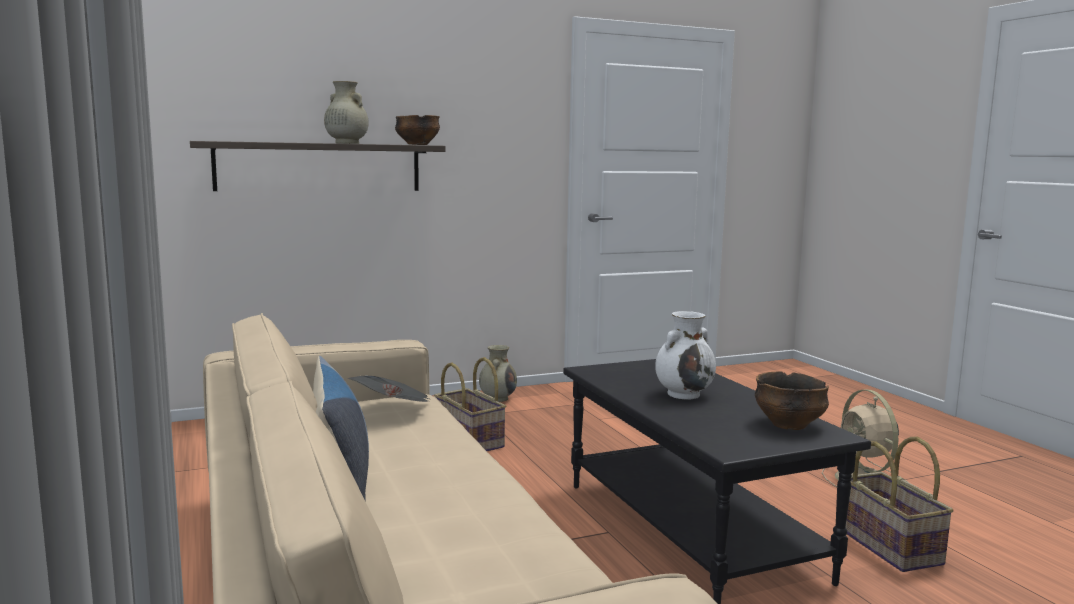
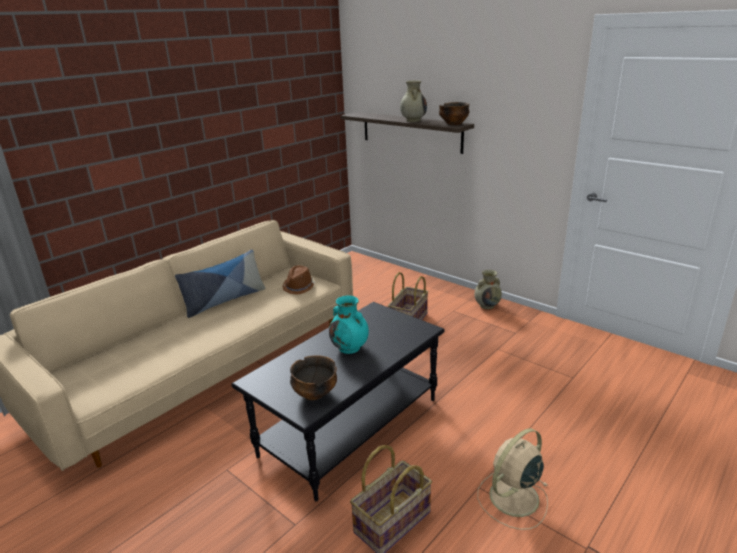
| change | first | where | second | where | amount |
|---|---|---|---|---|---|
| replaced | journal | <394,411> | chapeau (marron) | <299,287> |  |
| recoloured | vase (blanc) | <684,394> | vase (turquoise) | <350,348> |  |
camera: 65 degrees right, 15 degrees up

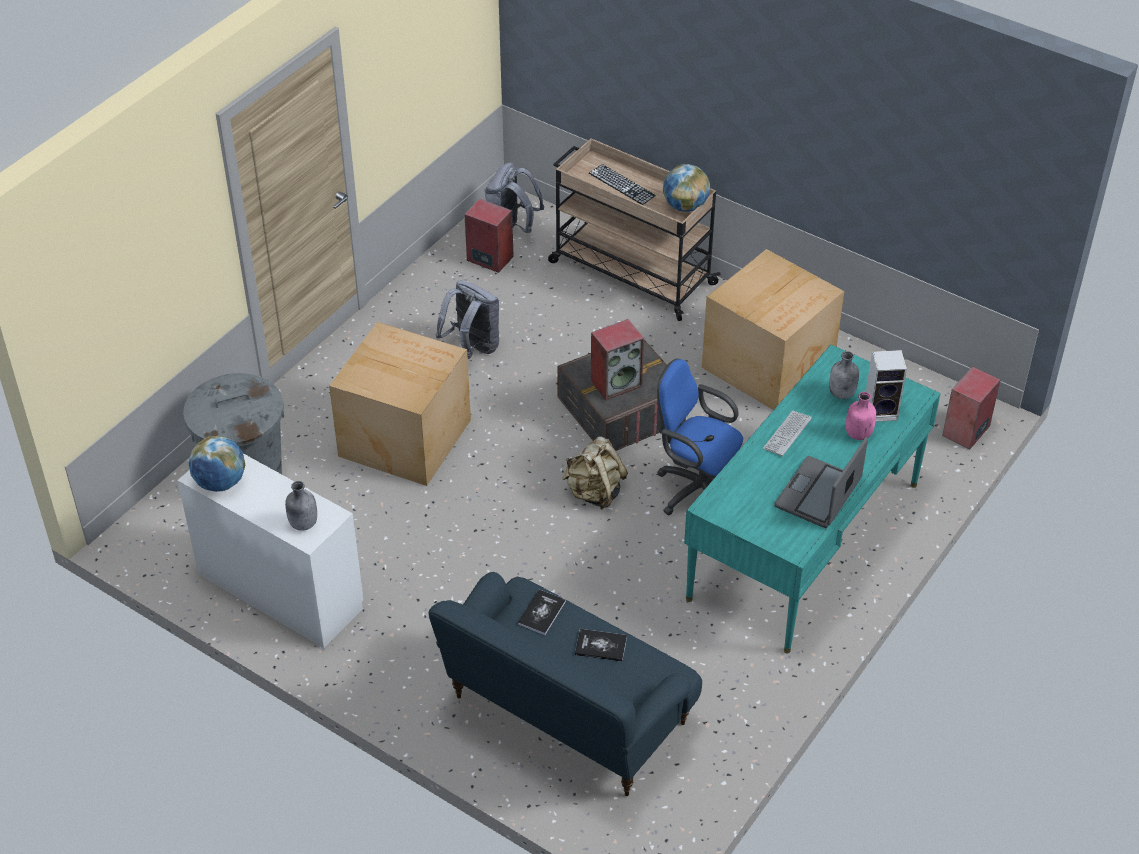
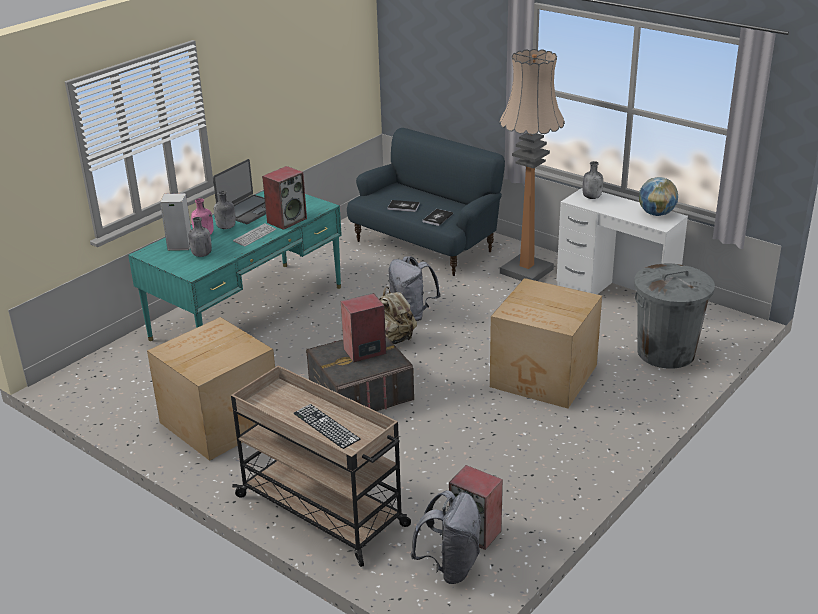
| change | first | where | second | where | amount |
|---|---|---|---|---|---|
| removed | chaise de bureau (bleu) | <696,489> |  |  |  |
| removed | globe | <685,206> |  |  |  |
| added |  |  | bouteille (gris) | <226,227> |  |
| added |  |  | lampadaire | <526,271> |  |
| moved | sac à dos (gris) | <472,348> |  | <412,313> |  |
| moved | enceinte | <966,431> |  | <287,220> |  |
camera: 175 degrees left, 15 degrees down

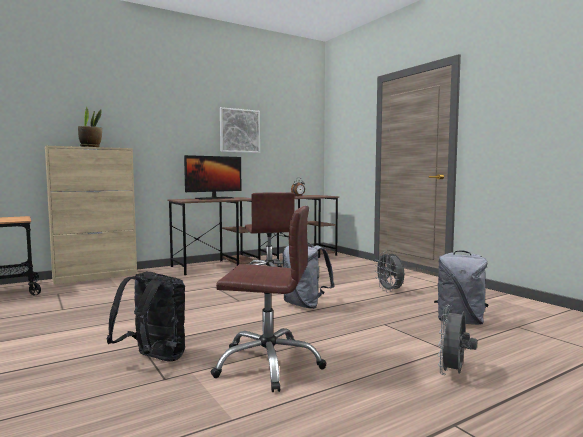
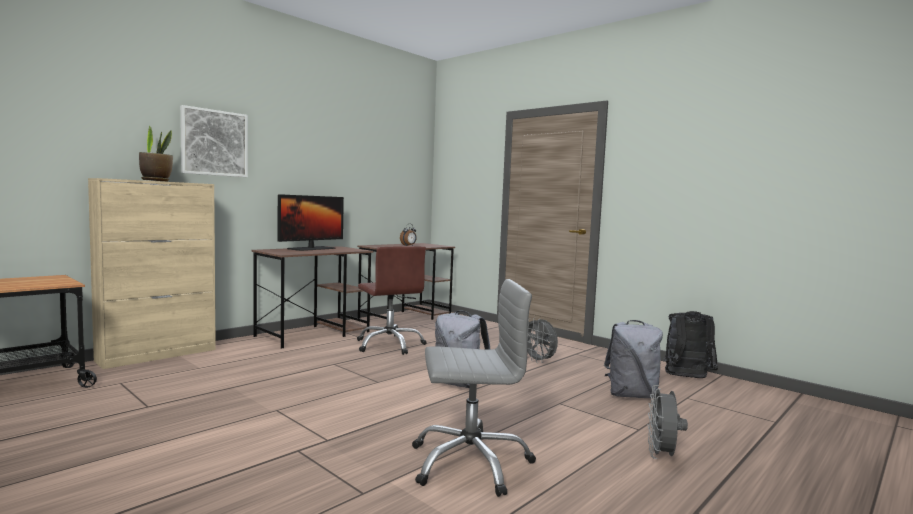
| change | first | where | second | where | amount |
|---|---|---|---|---|---|
| moved | sac à dos (noir) | <153,359> |  | <687,378> |  |
| moved | tableau | <239,131> |  | <214,143> |  |
| recoloured | chaise de bureau (marron) | <268,364> | chaise de bureau (gris) | <470,462> |  |
camera: 15 degrees left, 0 degrees up

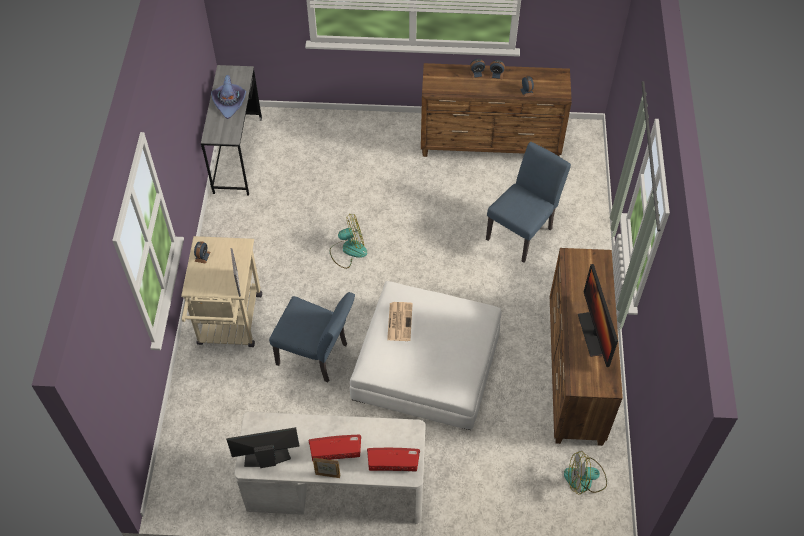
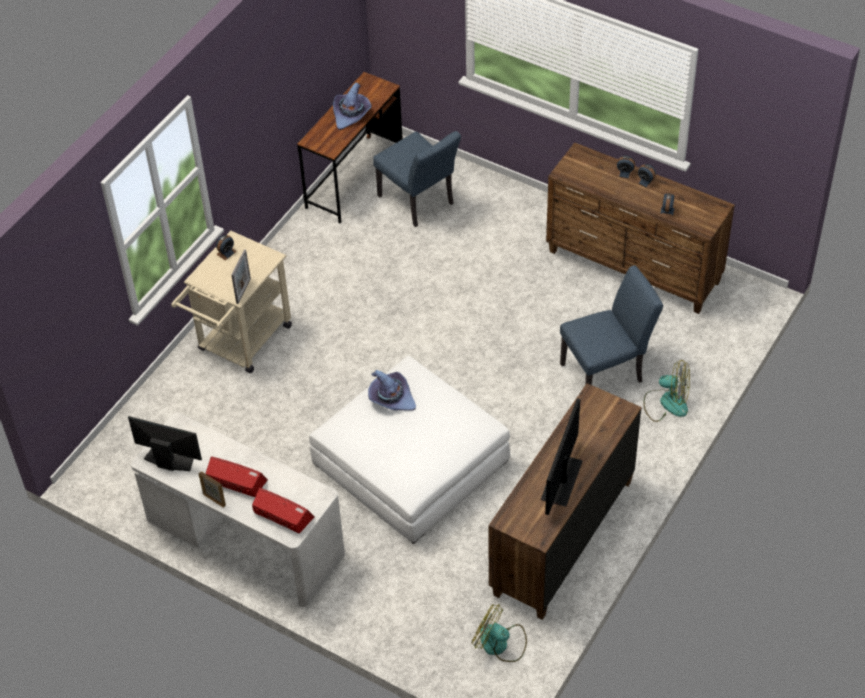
| change | first | where | second | where | amount |
|---|---|---|---|---|---|
| moved | chaise (bleu) | <317,356> |  | <419,203> |  |
| moved | ventilateur | <348,250> |  | <666,403> |  |
| replaced | journal | <399,321> | chapeau (violet) | <391,397> |  |
| recoloured | bureau (gris) | <238,155> | bureau (marron) | <354,179> |  |
camera: 30 degrees right, 5 degrees down

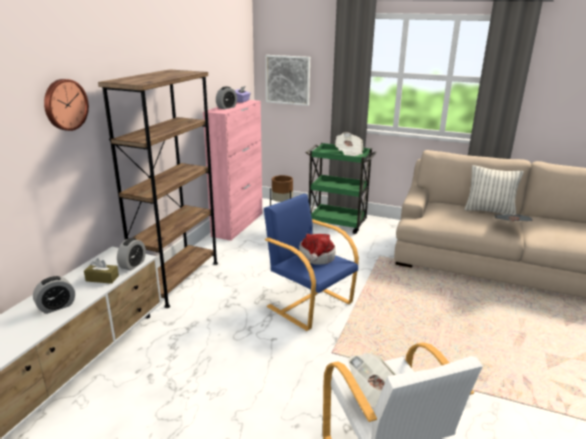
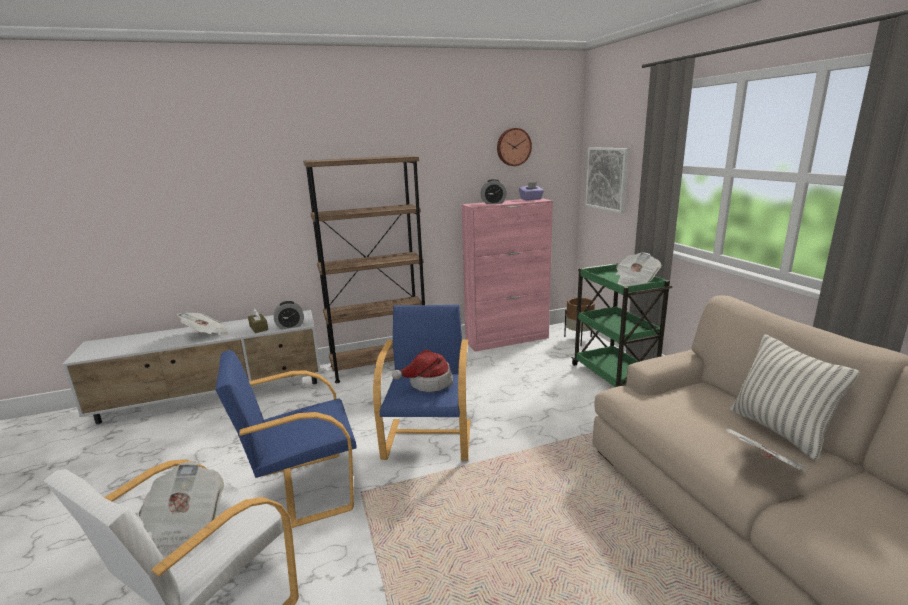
| change | first | where | second | where | amount |
|---|---|---|---|---|---|
| added |  |  | fauteuil (bleu) | <302,490> |  |
| moved | horloge murale | <64,104> |  | <513,147> |  |
| replaced | réveil | <57,307> | journal | <207,334> |  |
camera: 50 degrees right, 5 degrees down

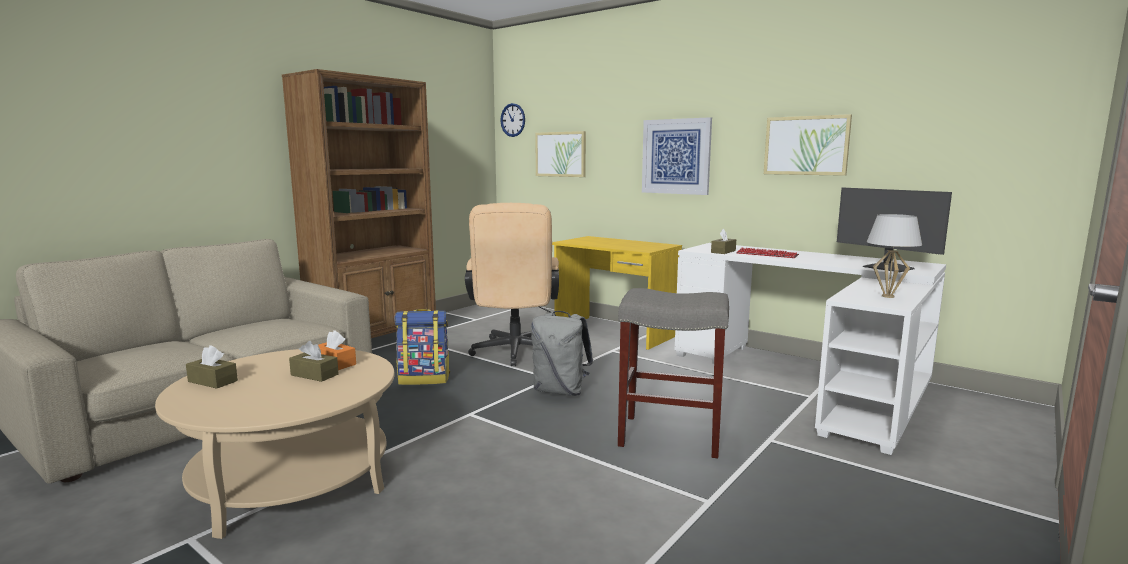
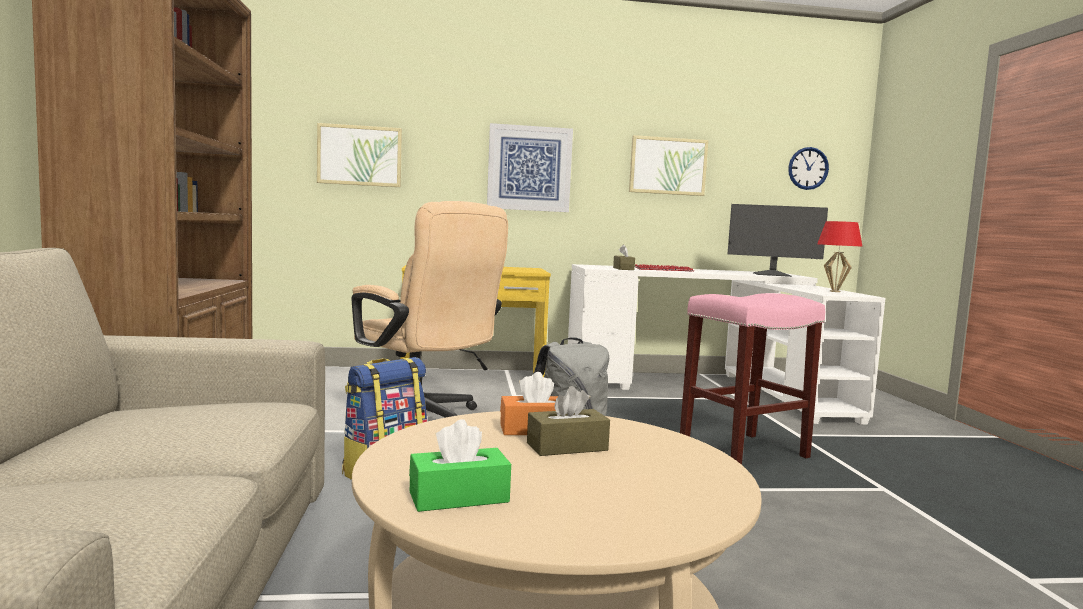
| change | first | where | second | where | amount |
|---|---|---|---|---|---|
| moved | horloge murale | <513,120> |  | <808,168> |  |
| recoloured | boîte à mouchoirs (marron) | <212,381> | boîte à mouchoirs (vert) | <459,497> |  |
| recoloured | tabouret (gris) | <668,436> | tabouret (rose) | <743,452> |  |
| recoloured | lampe de table (blanc) | <888,296> | lampe de table (rouge) | <835,291> |  |
camera: 45 degrees left, 5 degrees down

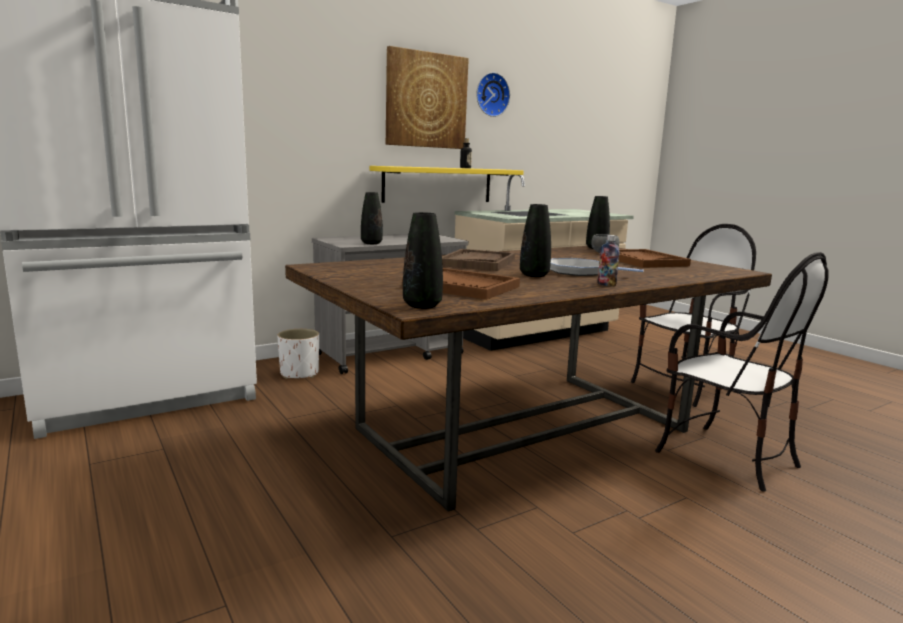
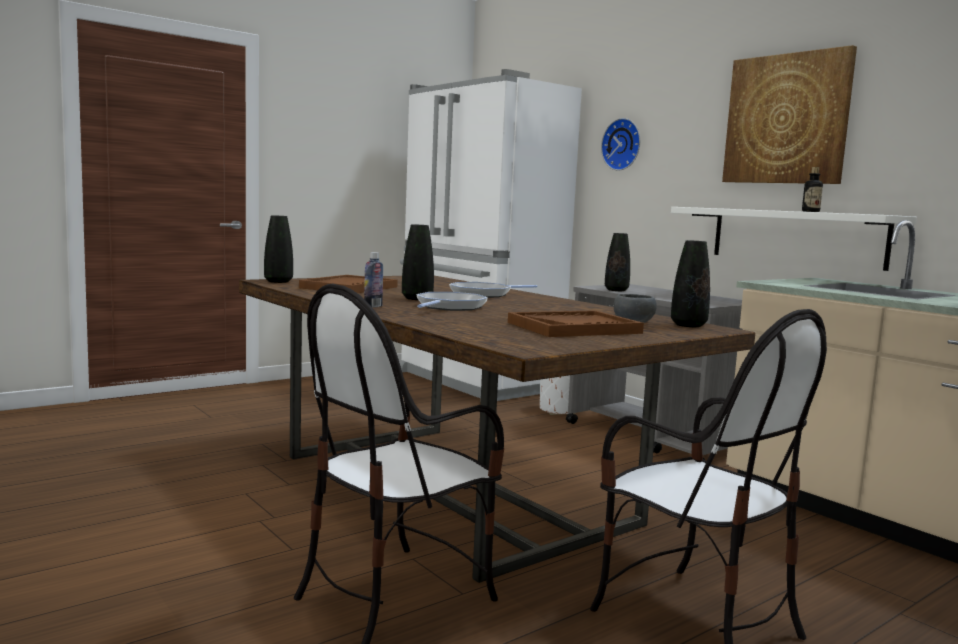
| change | first | where | second | where | amount |
|---|---|---|---|---|---|
| moved | horloge murale | <491,95> |  | <623,144> |  |
| replaced | plateau (marron) | <477,262> | poêle | <484,294> |  |
| recoloured | étagère (jaune) | <438,185> | étagère (blanc) | <796,237> |  |
camera: 85 degrees right, 5 degrees down

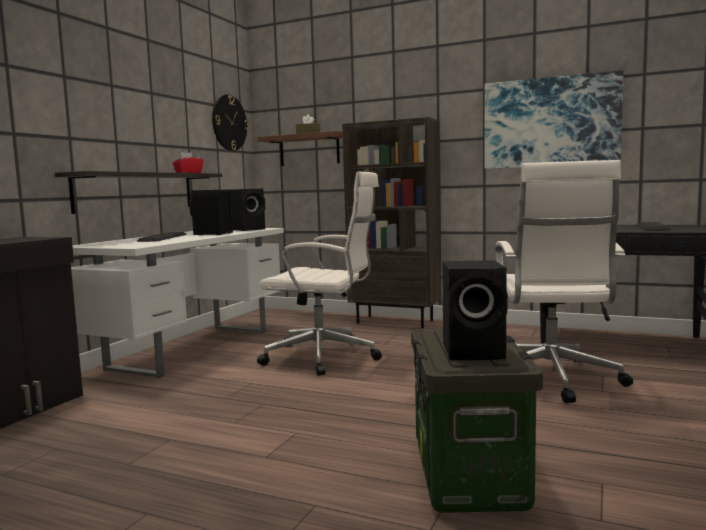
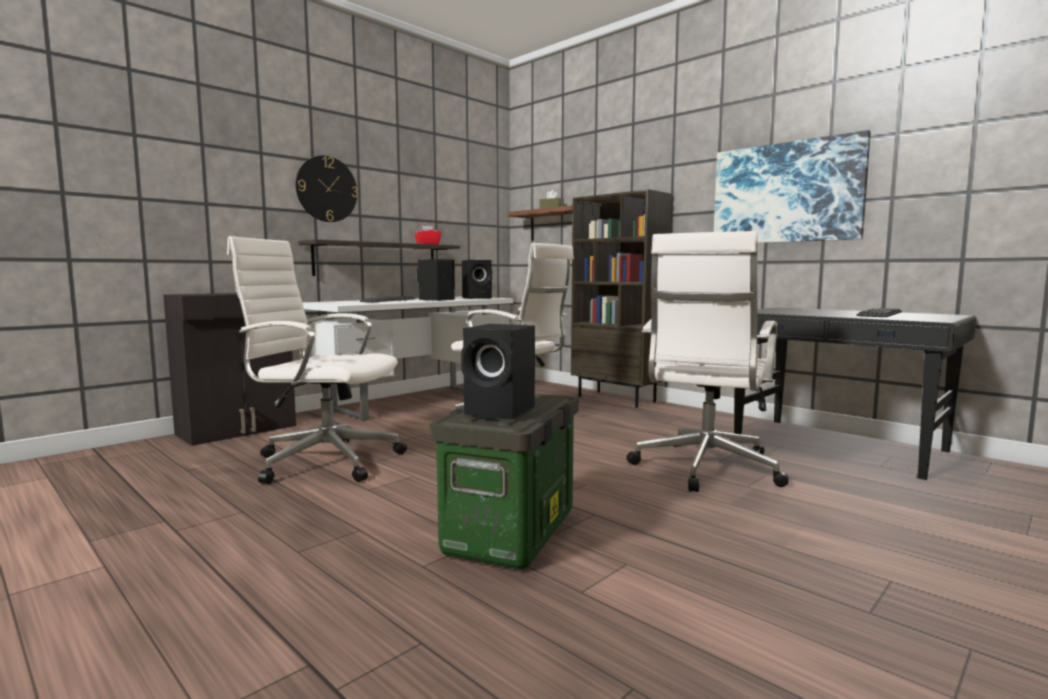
| change | first | where | second | where | amount |
|---|---|---|---|---|---|
| added |  |  | chaise de bureau (blanc) | <324,461> |  |
| moved | horloge murale | <229,123> |  | <326,189> |  |
camera: 20 degrees right, 0 degrees up

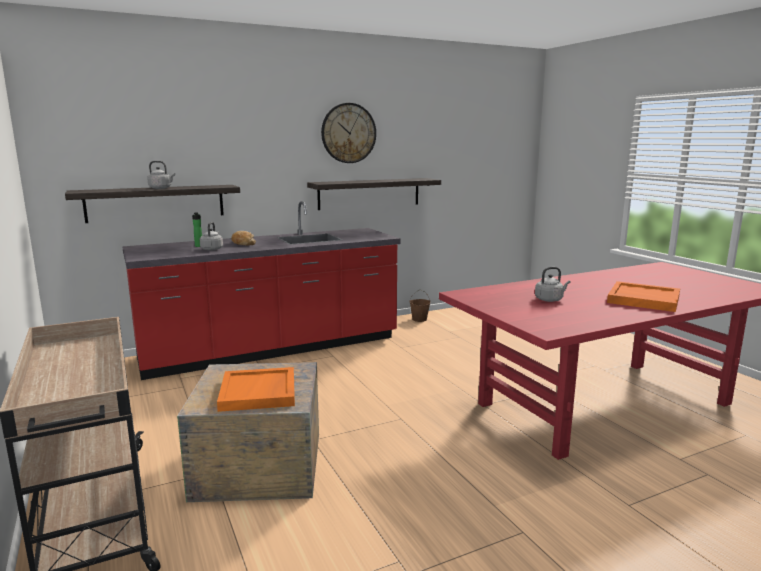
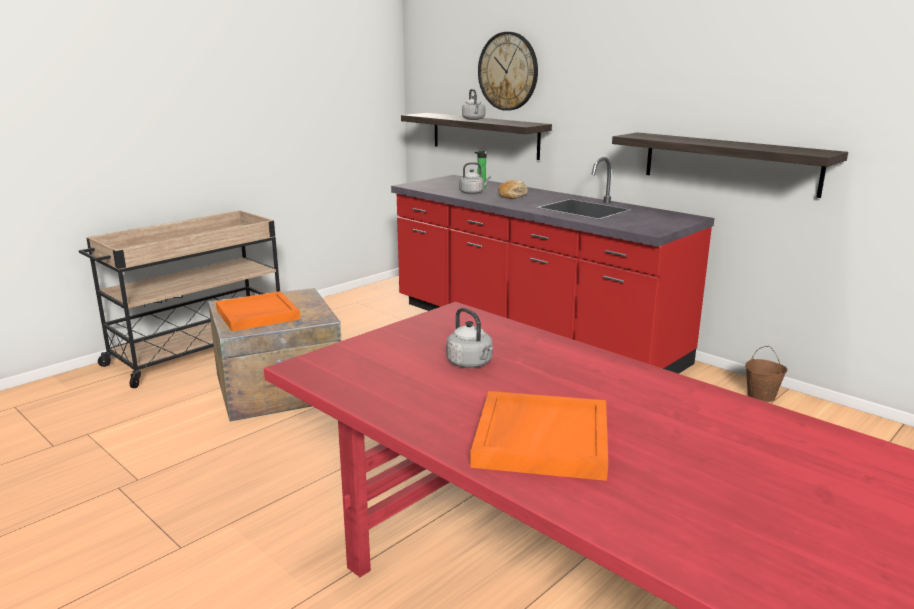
| change | first | where | second | where | amount |
|---|---|---|---|---|---|
| moved | horloge murale | <348,133> |  | <508,71> |  |
camera: 70 degrees right, 5 degrees up

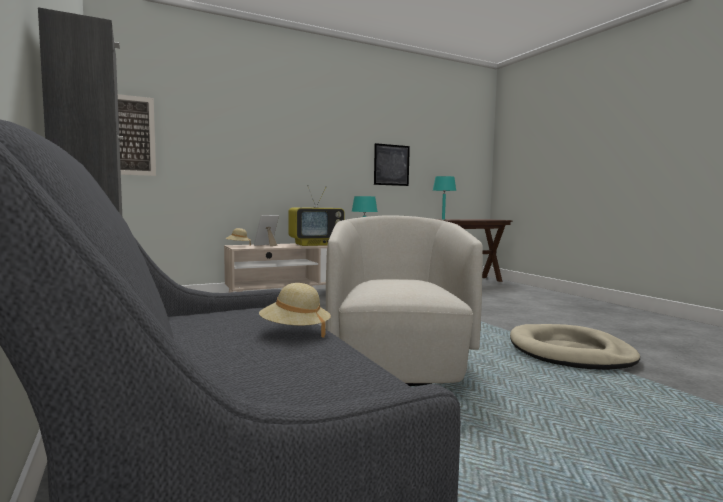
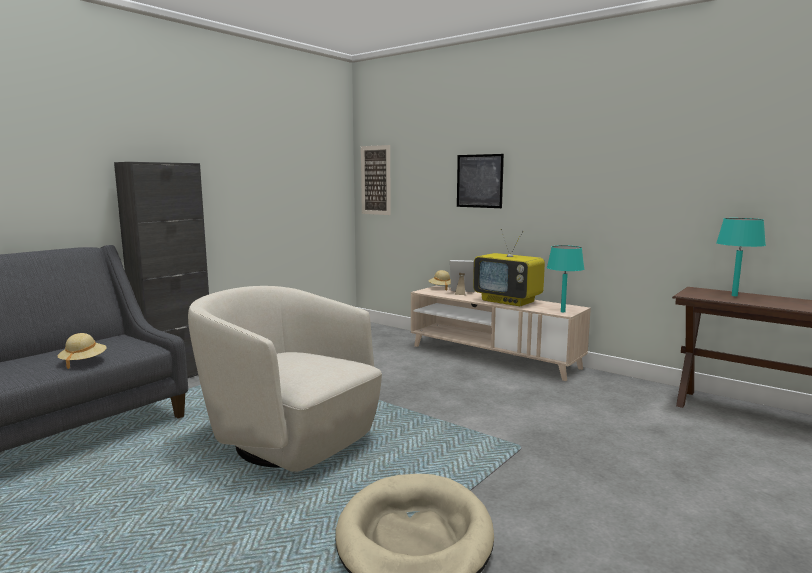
| change | first | where | second | where | amount |
|---|---|---|---|---|---|
| moved | tableau | <391,165> |  | <479,181> |  |
| turned | fauteuil (beige) | <398,364> |  | <290,440> | 120 degrees counterclockwise |
camera: 65 degrees right, 5 degrees up

